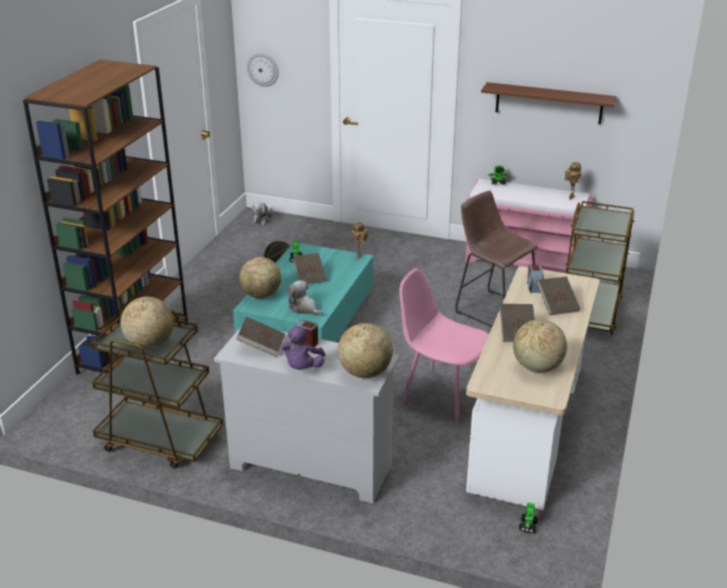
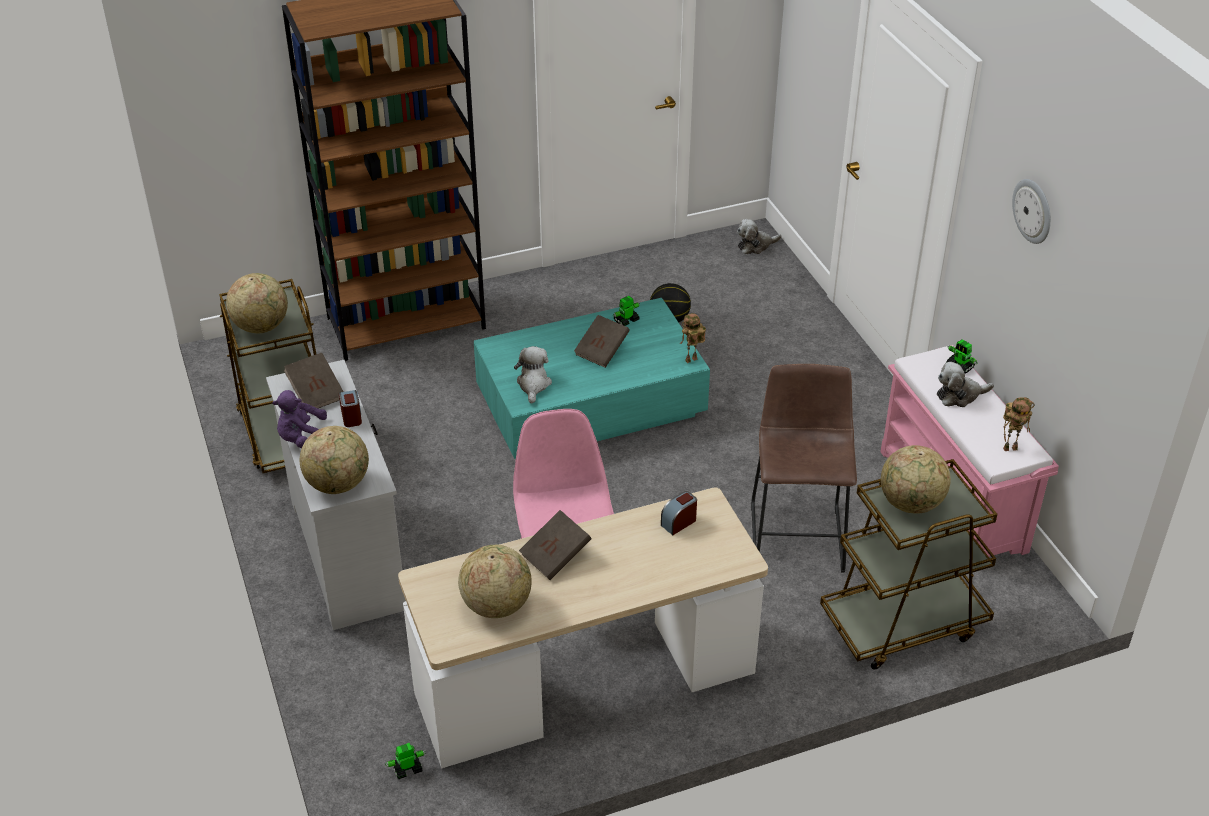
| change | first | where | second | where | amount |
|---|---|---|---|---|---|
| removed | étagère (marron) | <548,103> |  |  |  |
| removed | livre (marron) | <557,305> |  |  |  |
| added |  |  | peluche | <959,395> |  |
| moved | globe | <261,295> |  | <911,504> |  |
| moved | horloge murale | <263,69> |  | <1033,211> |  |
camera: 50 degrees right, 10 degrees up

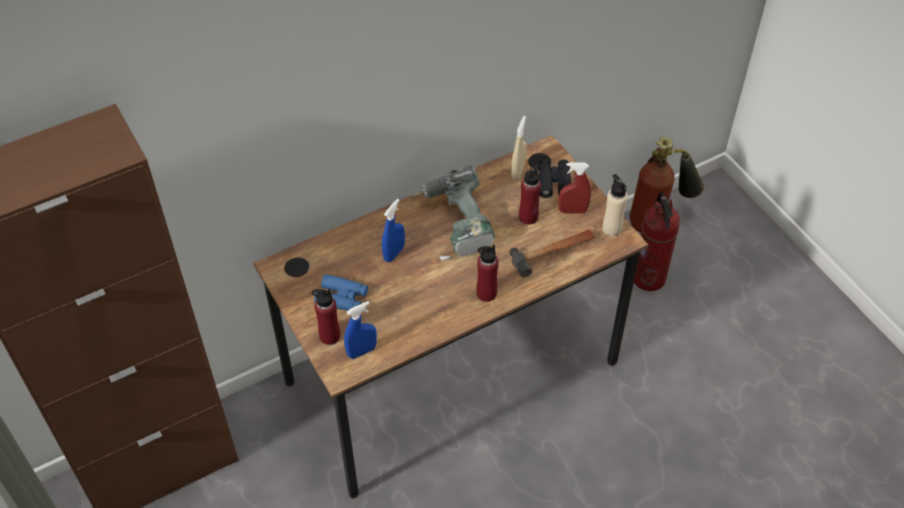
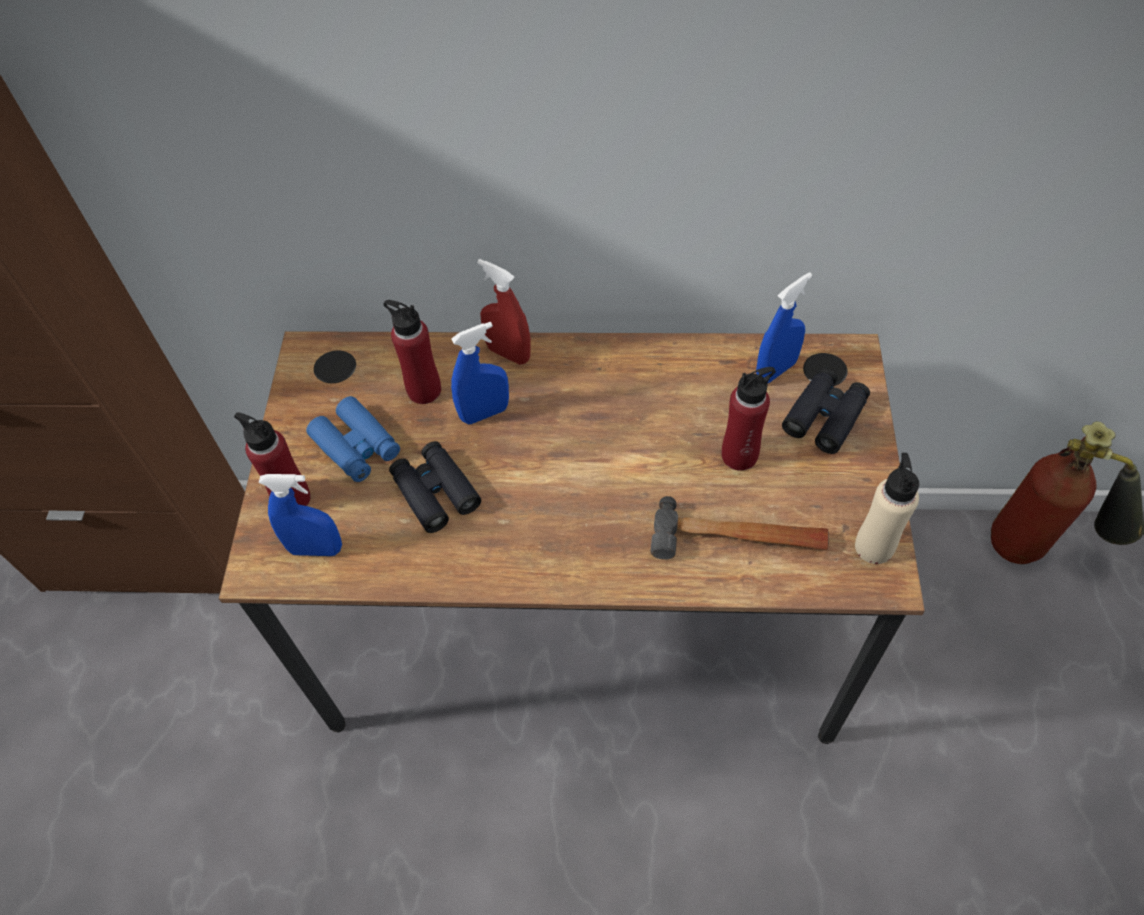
| change | first | where | second | where | amount |
|---|---|---|---|---|---|
| removed | perceuse | <455,224> |  |  |  |
| removed | extincteur | <649,278> |  |  |  |
| added |  |  | jumelles (noir) | <435,492> |  |
| moved | bouteille (rouge) | <486,293> |  | <424,390> |  |
| moved | vaporisateur (rouge) | <572,211> |  | <508,353> |  |
| recoloured | vaporisateur (beige) | <518,171> | vaporisateur (bleu) | <776,370> |  |
camera: 35 degrees right, 5 degrees up

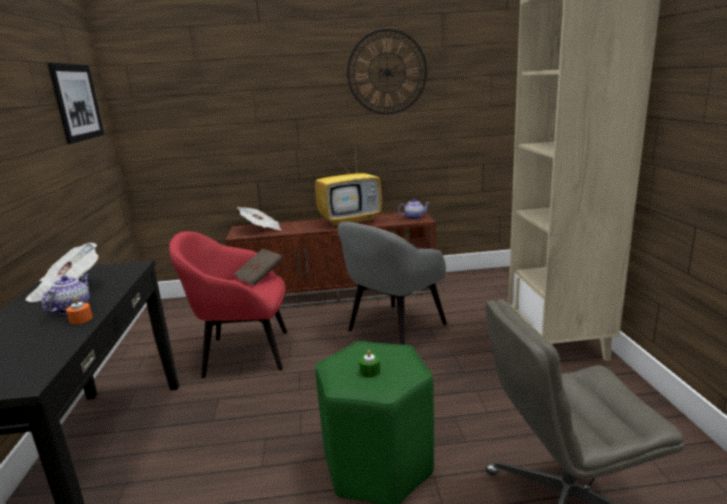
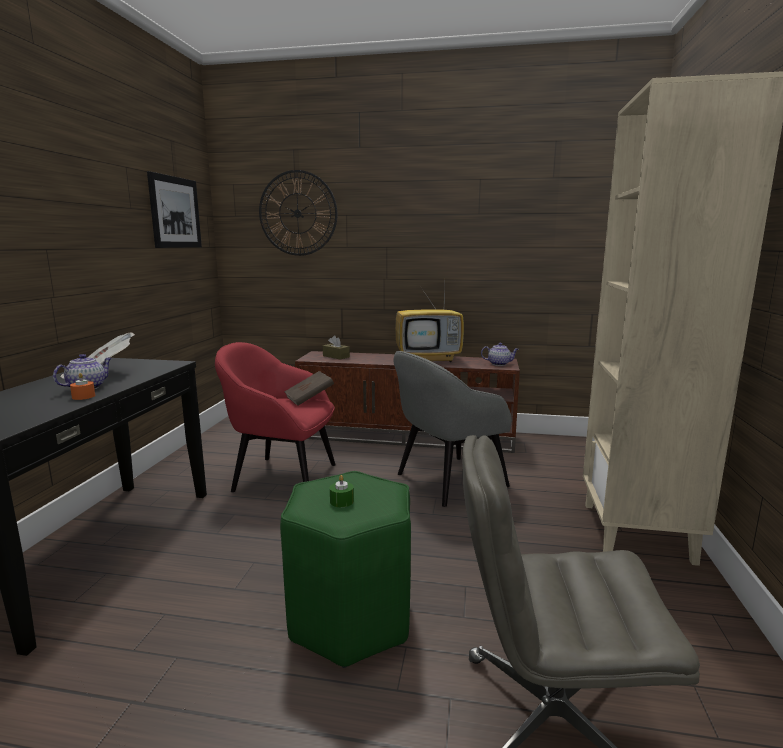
| change | first | where | second | where | amount |
|---|---|---|---|---|---|
| moved | horloge murale | <387,72> |  | <297,213> |  |
| replaced | journal | <262,229> | boîte à mouchoirs (marron) | <336,356> |  |
camera: 15 degrees right, 5 degrees down

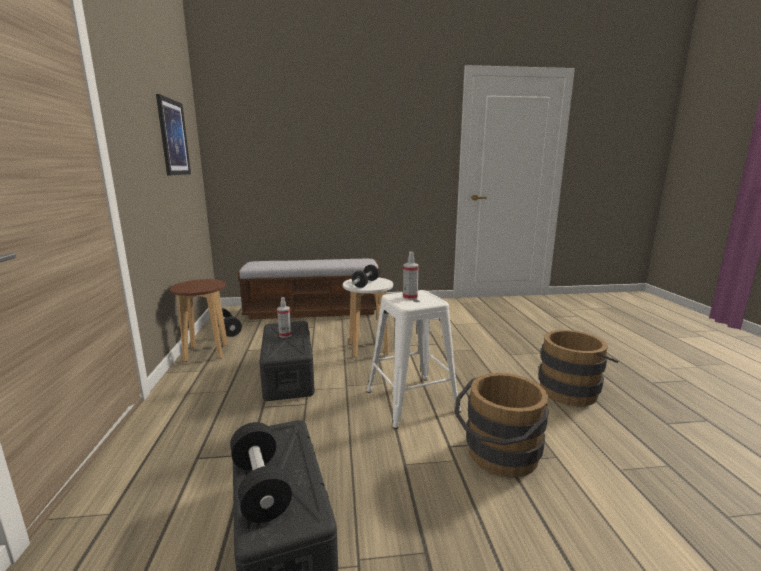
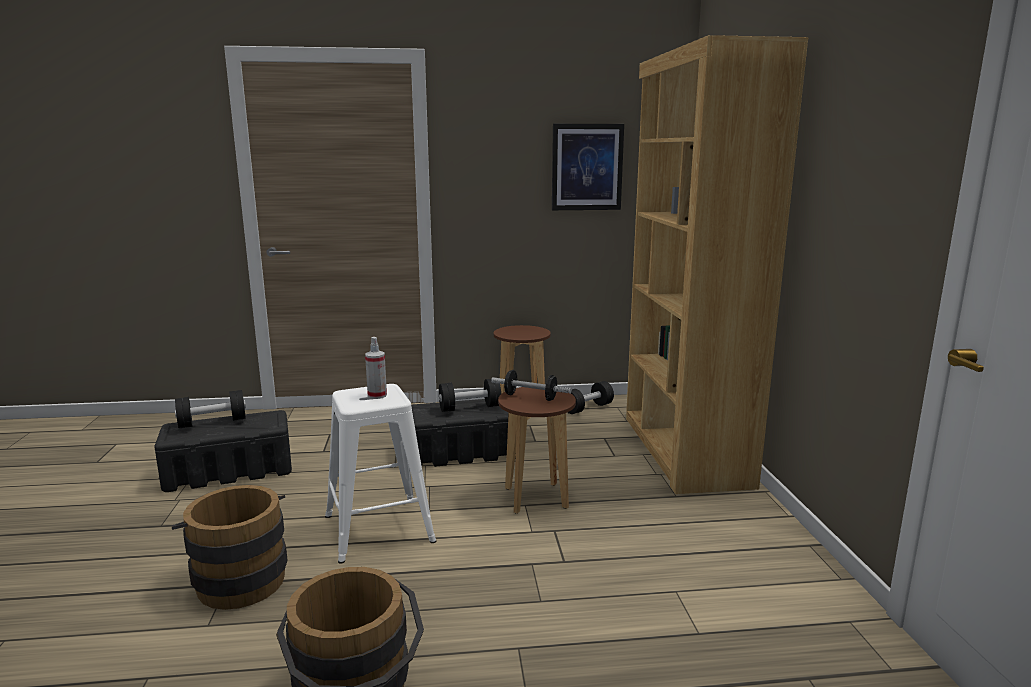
| change | first | where | second | where | amount |
|---|---|---|---|---|---|
| replaced | banc | <313,311> | bibliothèque (marron) | <683,450> |  |
| replaced | vaporisateur | <285,335> | haltère (noir) | <470,408> |  |
| recoloured | tabouret (blanc) | <368,349> | tabouret (marron) | <536,498> |  |
camera: 90 degrees right, 0 degrees up

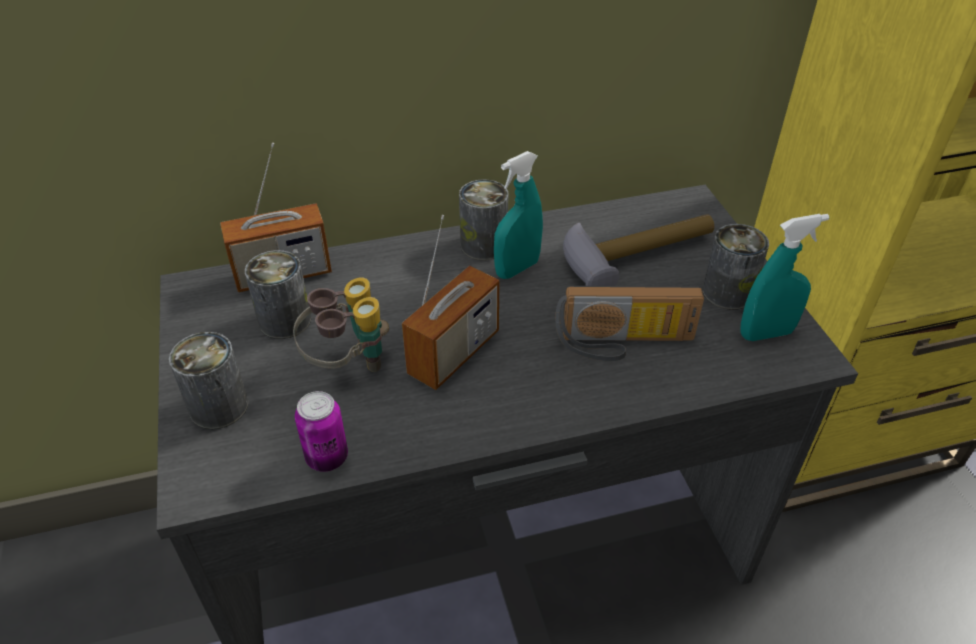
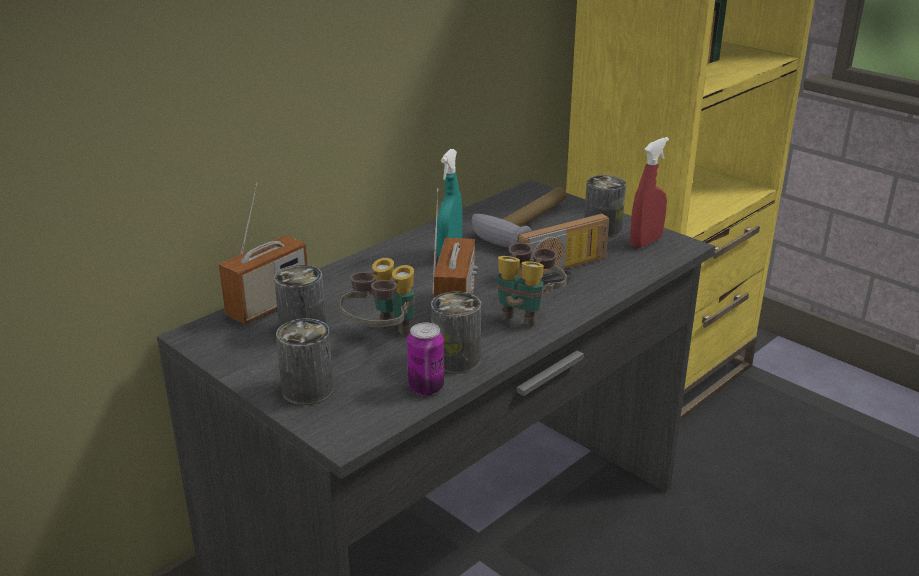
| change | first | where | second | where | amount |
|---|---|---|---|---|---|
| added |  |  | jumelles | <526,313> |  |
| moved | boîte métallique | <484,245> |  | <456,359> |  |
| recoloured | vaporisateur (turquoise) | <766,333> | vaporisateur (rouge) | <645,242> |  |
camera: 30 degrees left, 15 degrees down

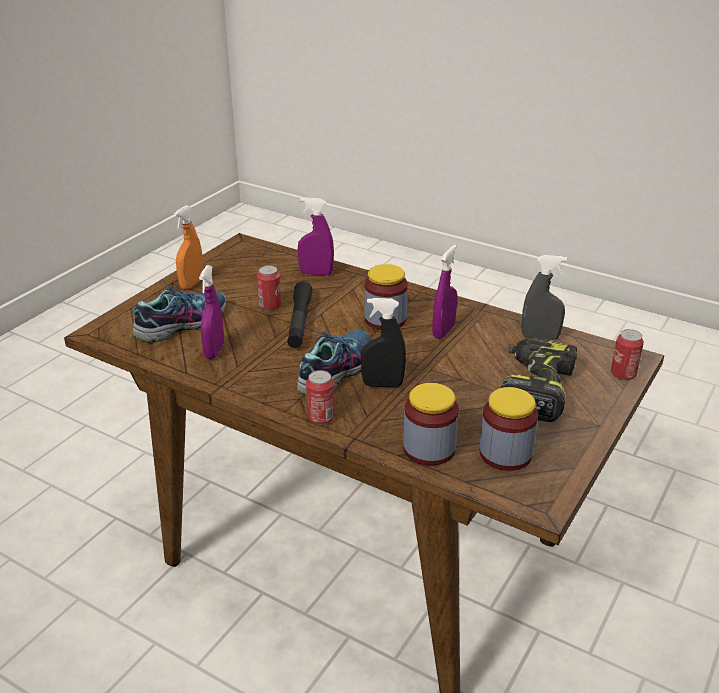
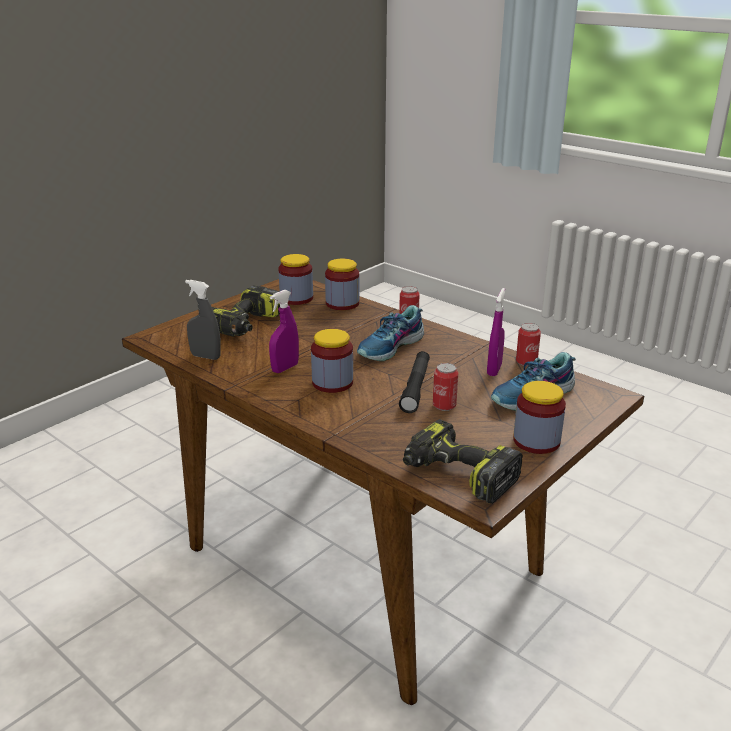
| change | first | where | second | where | amount |
|---|---|---|---|---|---|
| removed | vaporisateur (violet) | <316,273> |  |  |  |
| removed | vaporisateur (noir) | <382,385> |  |  |  |
| added |  |  | perceuse | <457,475> |  |
| moved | boîte métallique | <623,374> |  | <526,362> |  |
| replaced | vaporisateur (orange) | <192,284> | bocal | <536,441> |  |
camera: 170 degrees left, 5 degrees down

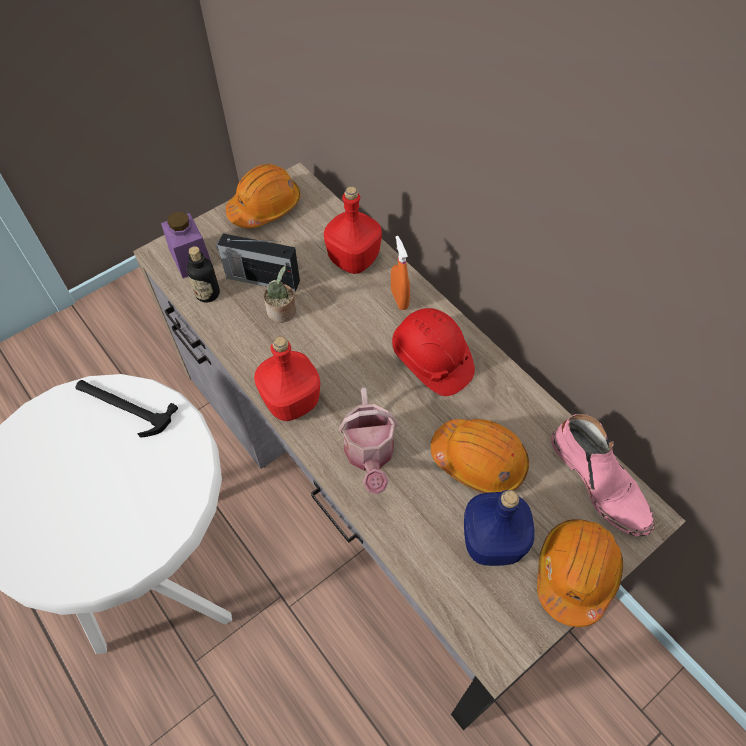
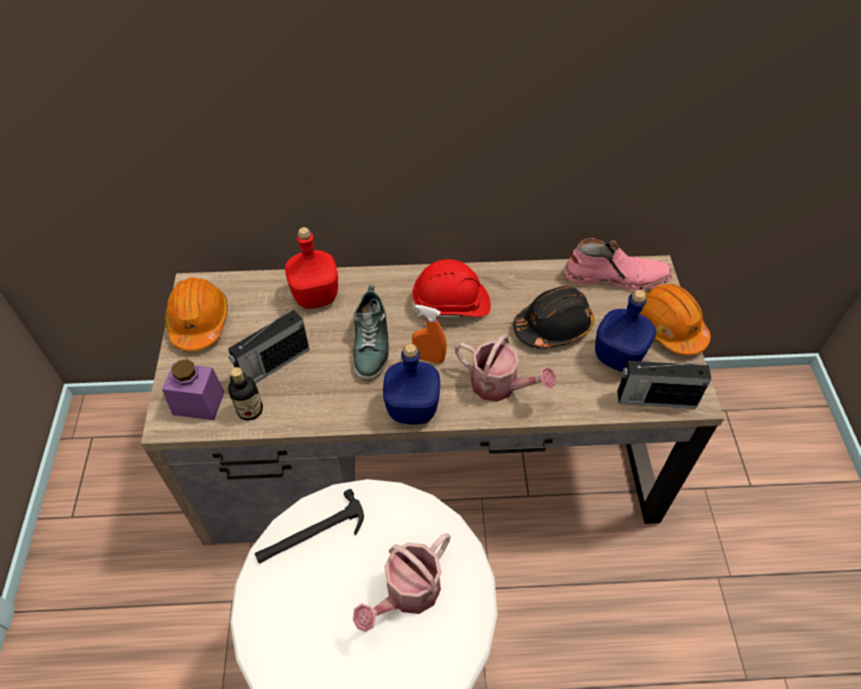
| change | first | where | second | where | amount |
|---|---|---|---|---|---|
| removed | plante en pot | <283,312> |  |  |  |
| added |  |  | chaussure | <372,344> |  |
| added |  |  | arrosoir | <407,594> |  |
| added |  |  | radio | <654,399> |  |
| moved | vaporisateur (orange) | <399,299> |  | <429,358> |  |
| recoloured | bouteille (rouge) | <292,402> | bouteille (bleu) | <413,408> |  |
| recoloured | casque de chantier (orange) | <479,461> | casque de chantier (noir) | <553,326> |  |
camera: 55 degrees left, 5 degrees down

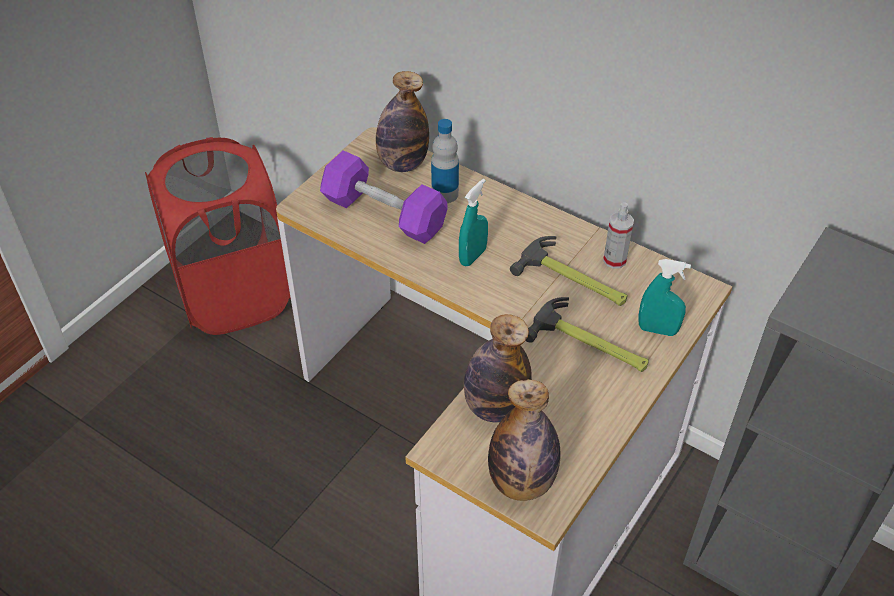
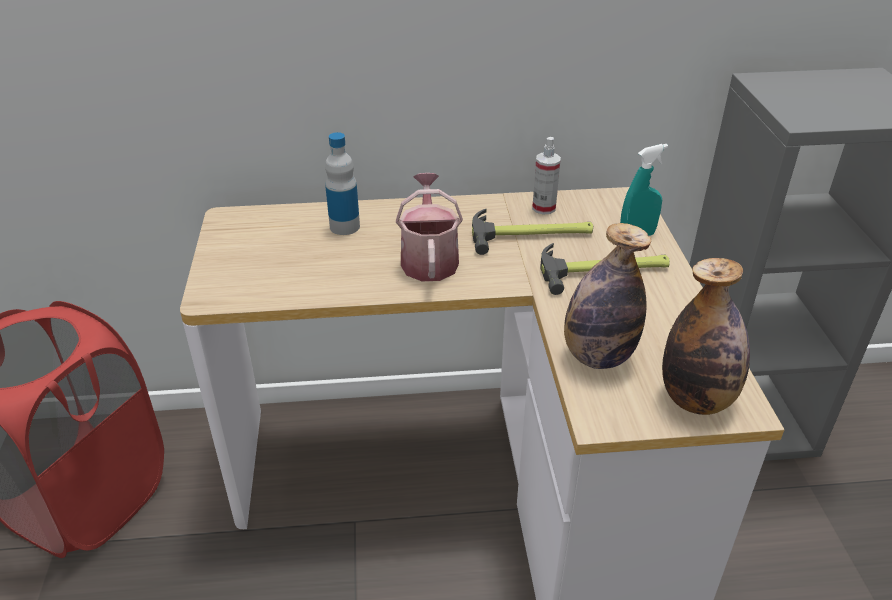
| change | first | where | second | where | amount |
|---|---|---|---|---|---|
| removed | haltère (violet) | <384,214> |  |  |  |
| removed | bouteille | <402,164> |  |  |  |
| replaced | vaporisateur (turquoise) | <473,256> | arrosoir | <429,258> |  |
camera: 40 degrees left, 10 degrees down

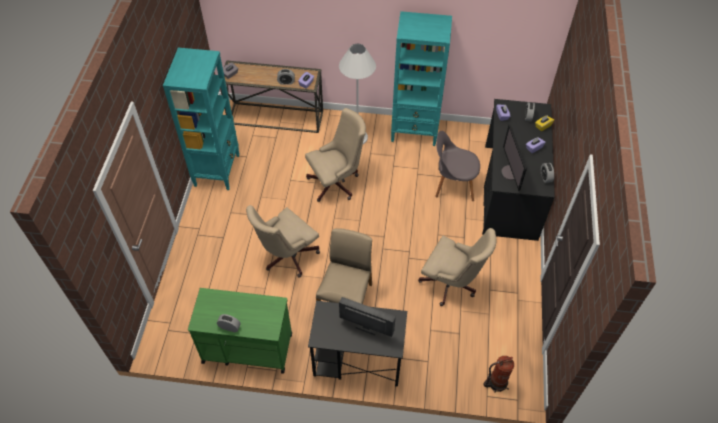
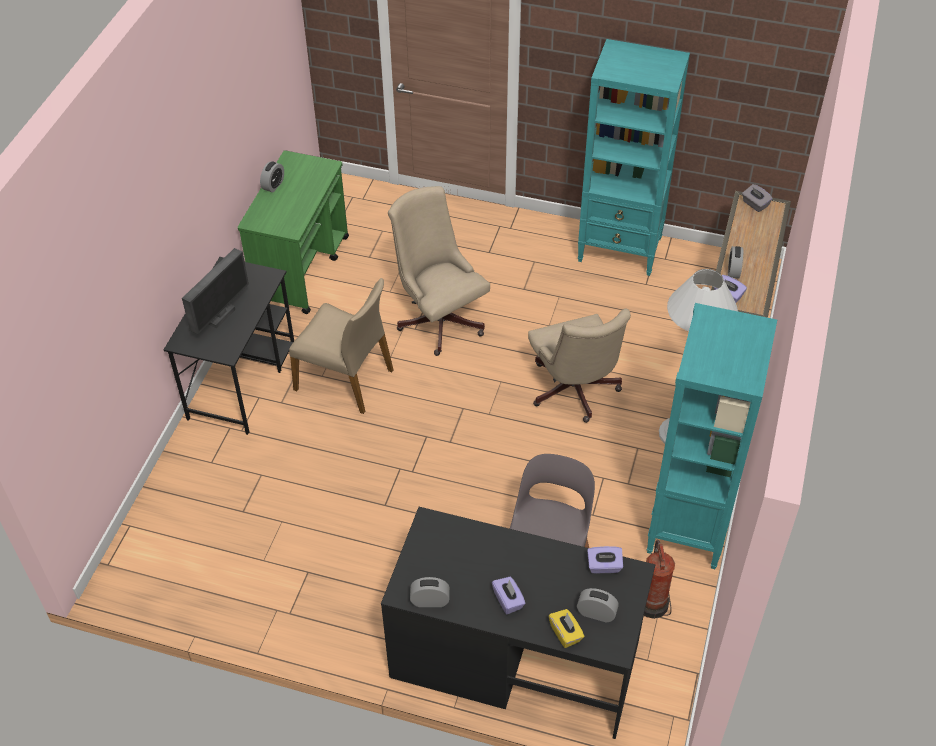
| change | first | where | second | where | amount |
|---|---|---|---|---|---|
| removed | chaise de bureau (beige) | <451,284> |  |  |  |
| removed | écran d'ordinateur | <511,173> |  |  |  |
| moved | extincteur | <496,382> |  | <652,603> |  |
camera: 100 degrees right, 5 degrees down

